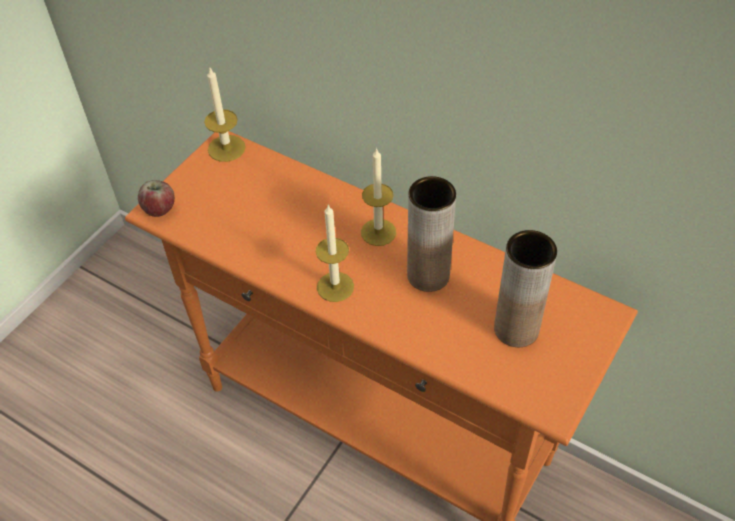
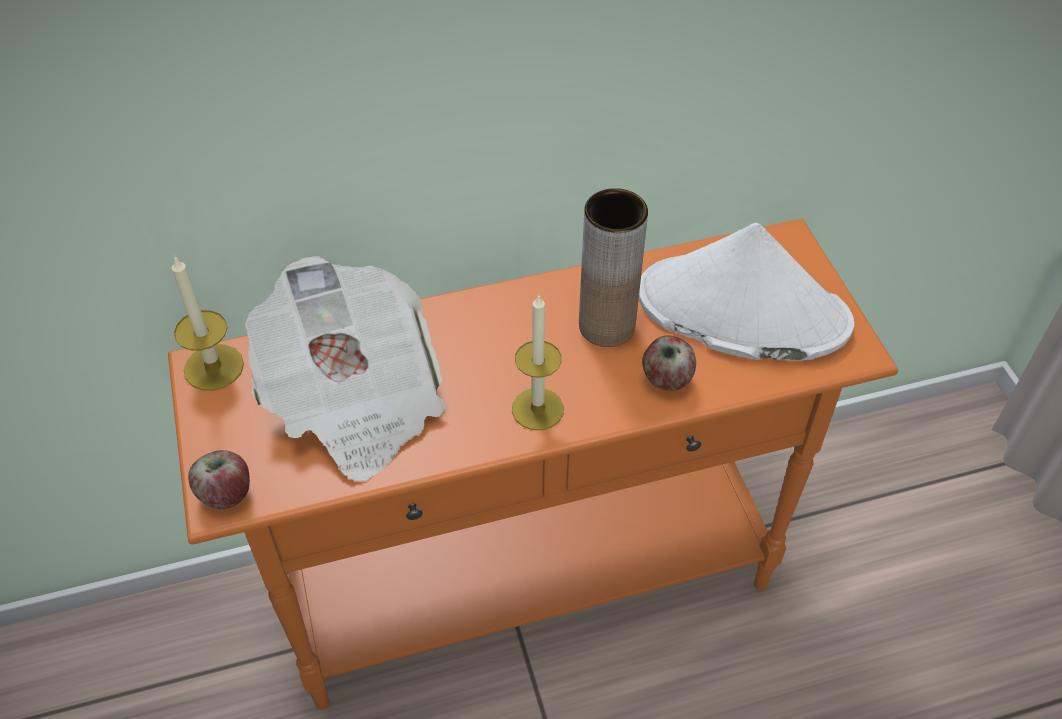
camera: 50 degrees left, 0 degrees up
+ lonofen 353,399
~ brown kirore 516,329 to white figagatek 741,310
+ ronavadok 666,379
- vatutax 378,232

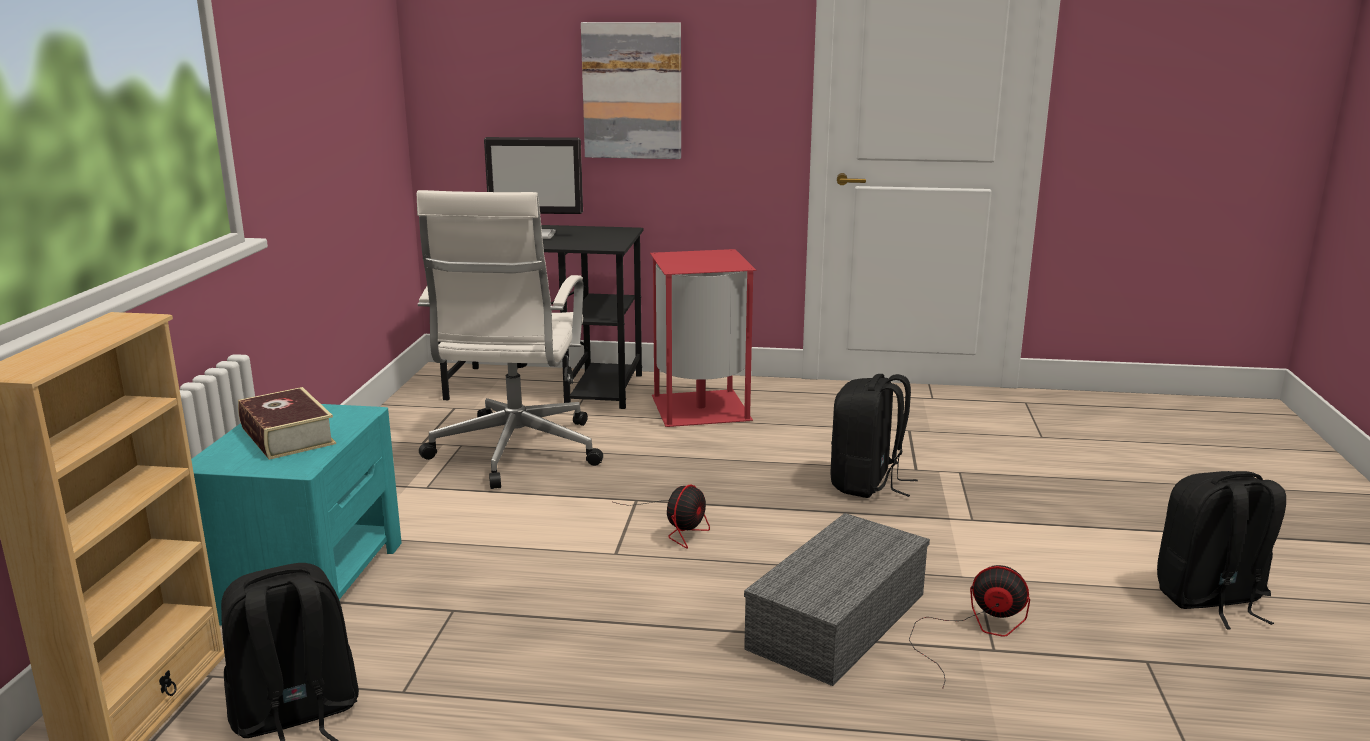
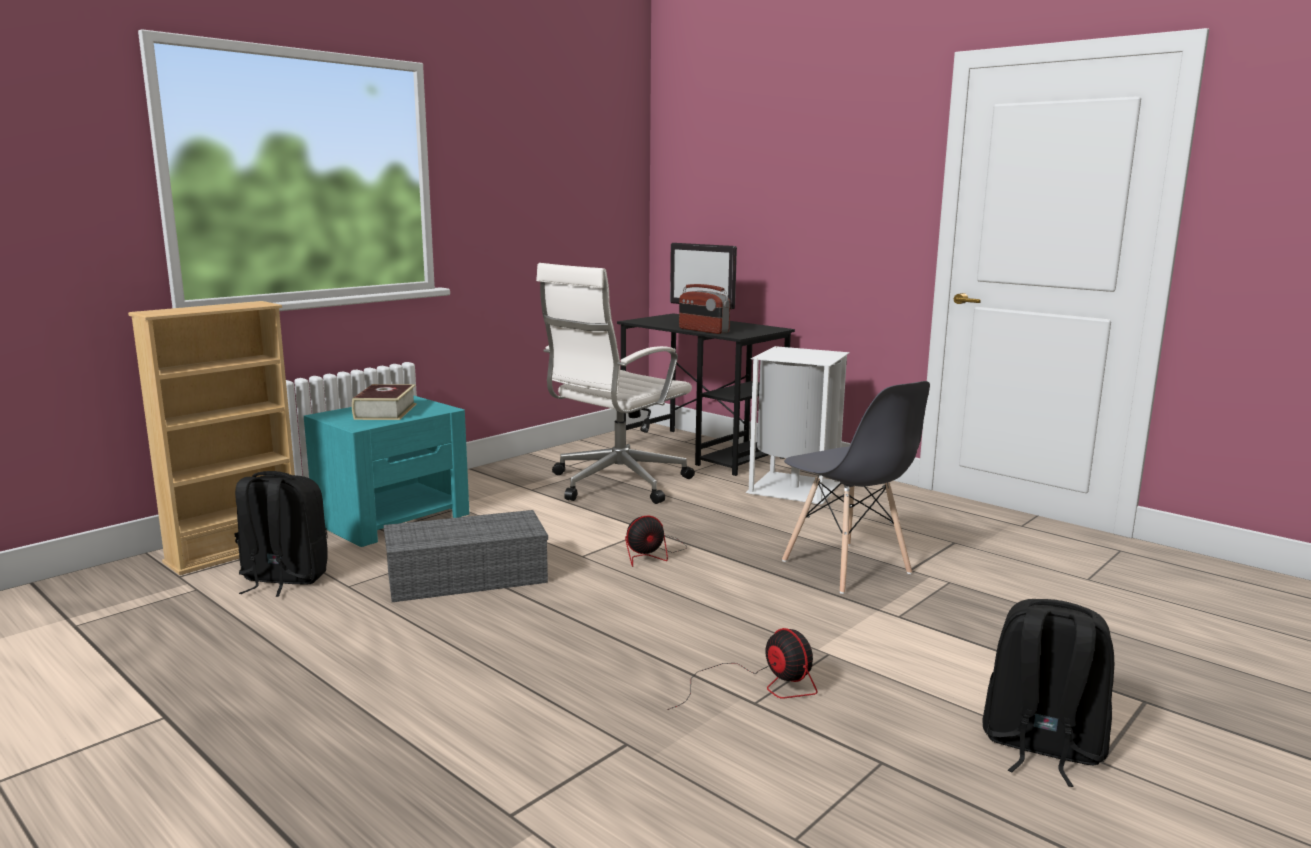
camera: 35 degrees right, 5 degrees down
~ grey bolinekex 837,619 to 469,576
+ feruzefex 703,330
~ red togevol 702,408 to white togevol 796,487
~ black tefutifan 867,484 to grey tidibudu 846,567
- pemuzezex 632,91

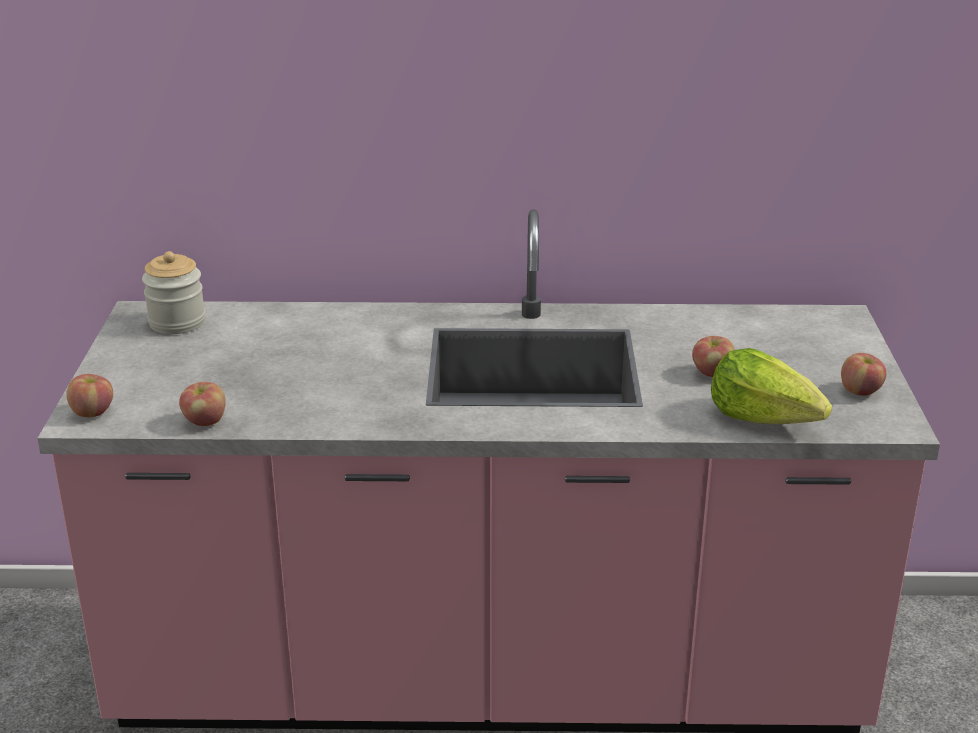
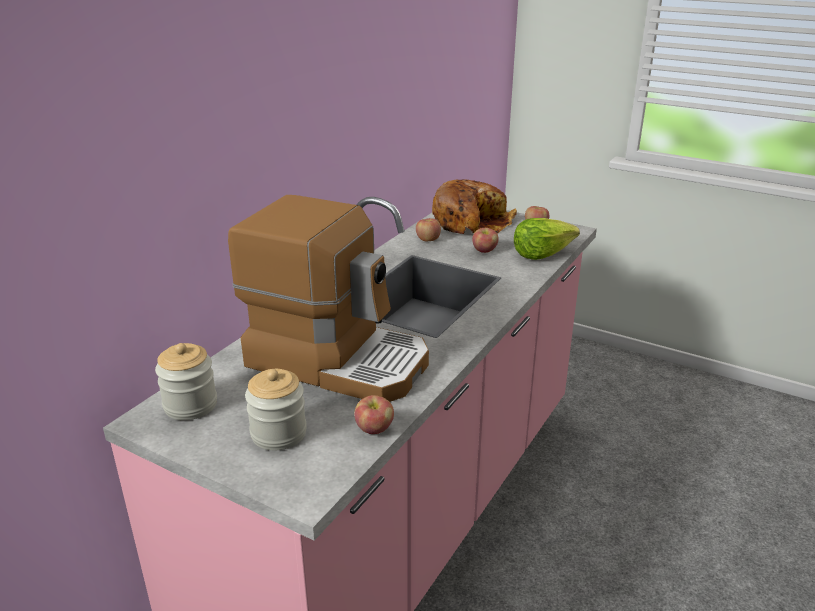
camera: 60 degrees left, 0 degrees up
+ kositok 339,359
+ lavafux 278,433
~ ronavadok 92,412 to 428,240
+ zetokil 471,221

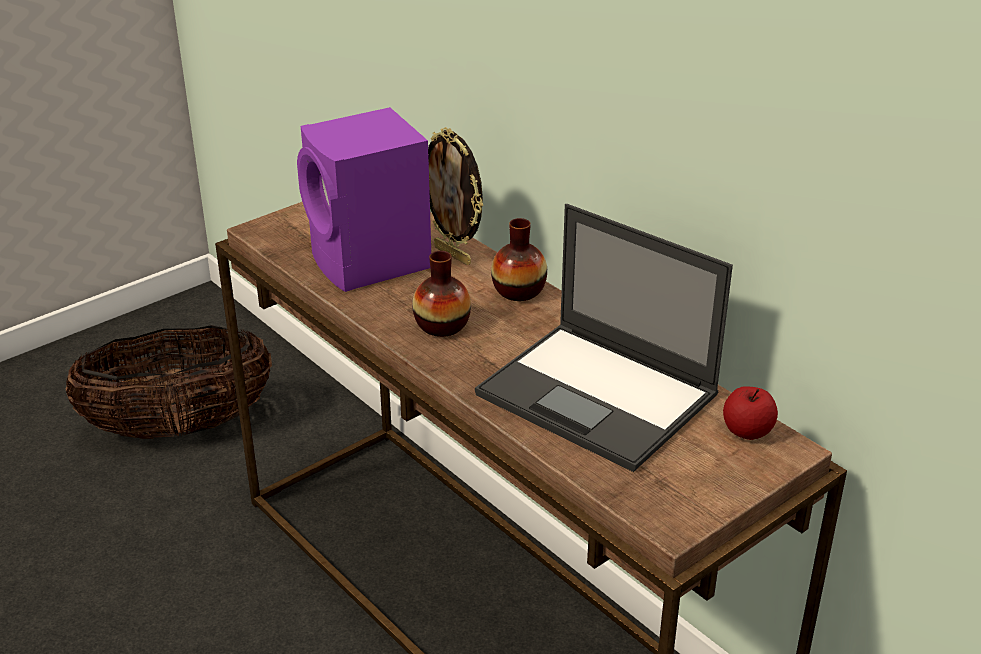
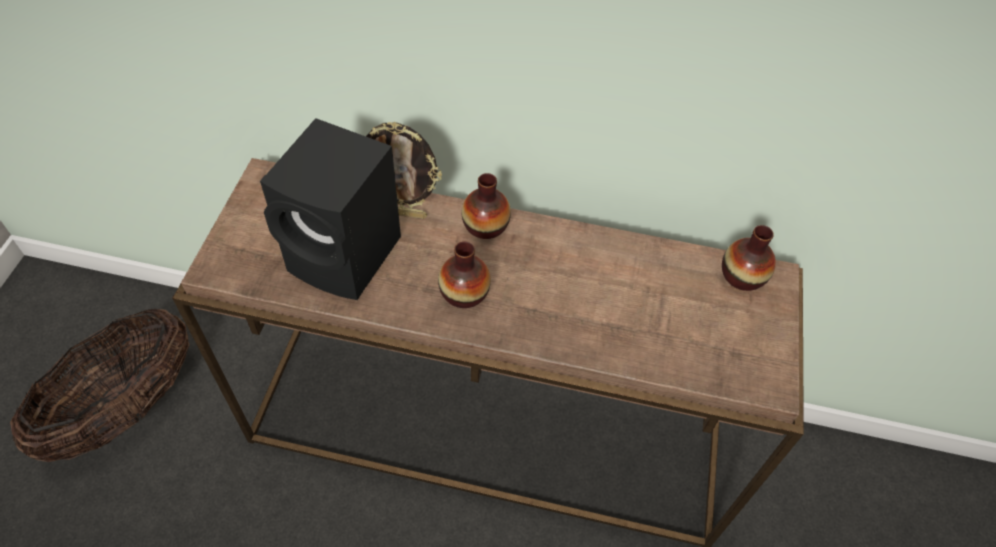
camera: 40 degrees left, 20 degrees up
~ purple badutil 371,263 to black badutil 347,257
~ ronavadok 747,432 to kirore 742,276
- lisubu 599,396

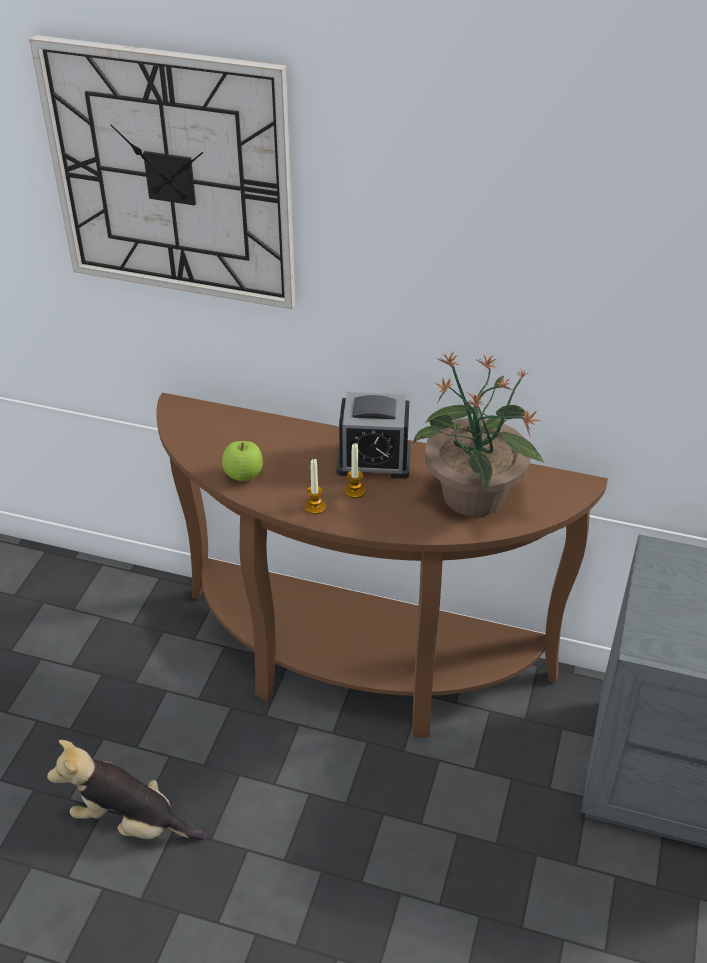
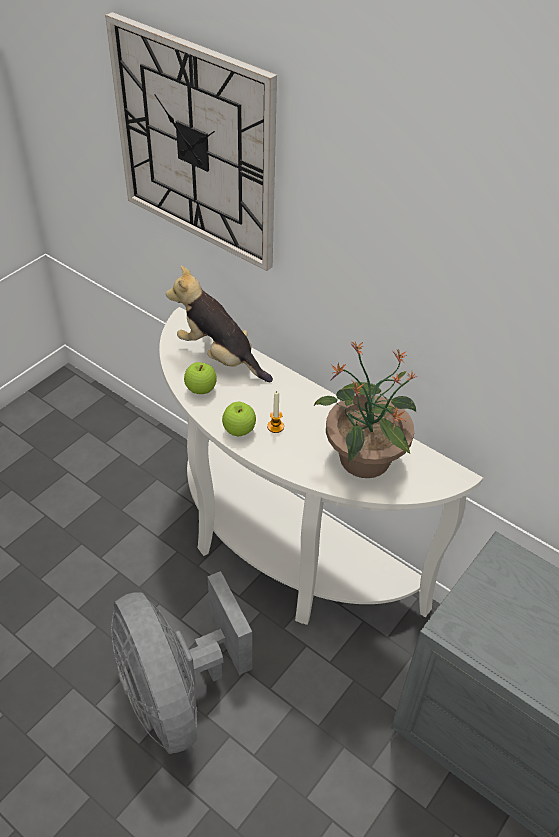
camera: 20 degrees right, 5 degrees up
+ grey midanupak 177,692
~ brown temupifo 356,668 to white temupifo 279,553
~ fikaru 131,822 to 220,356
~ vatutax 315,507 to ronavadok 239,430
- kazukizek 373,460

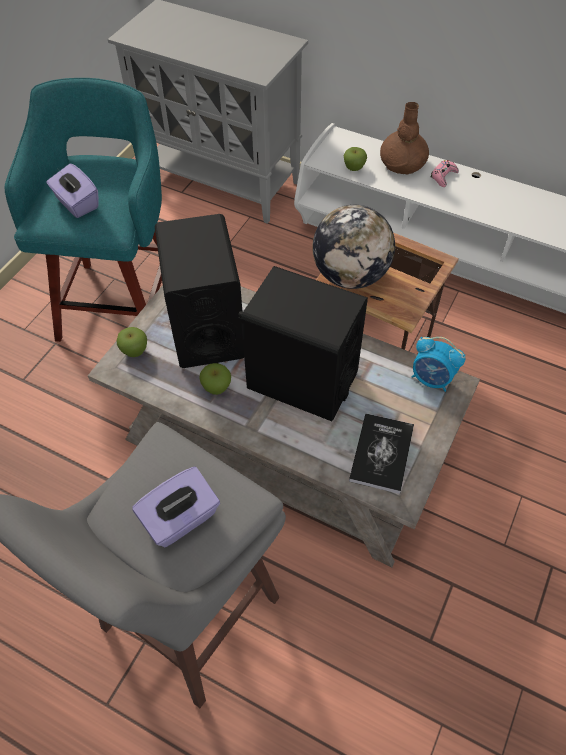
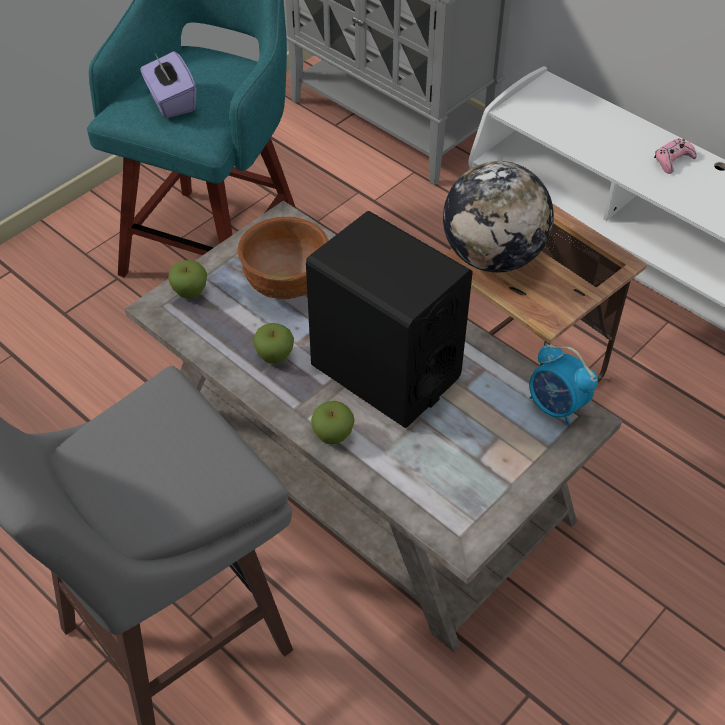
camera: 15 degrees right, 5 degrees down
~ black badutil 206,329 to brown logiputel 287,284
~ ronavadok 354,168 to 333,436
- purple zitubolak 181,519
- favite 381,453
- brown kirore 403,163

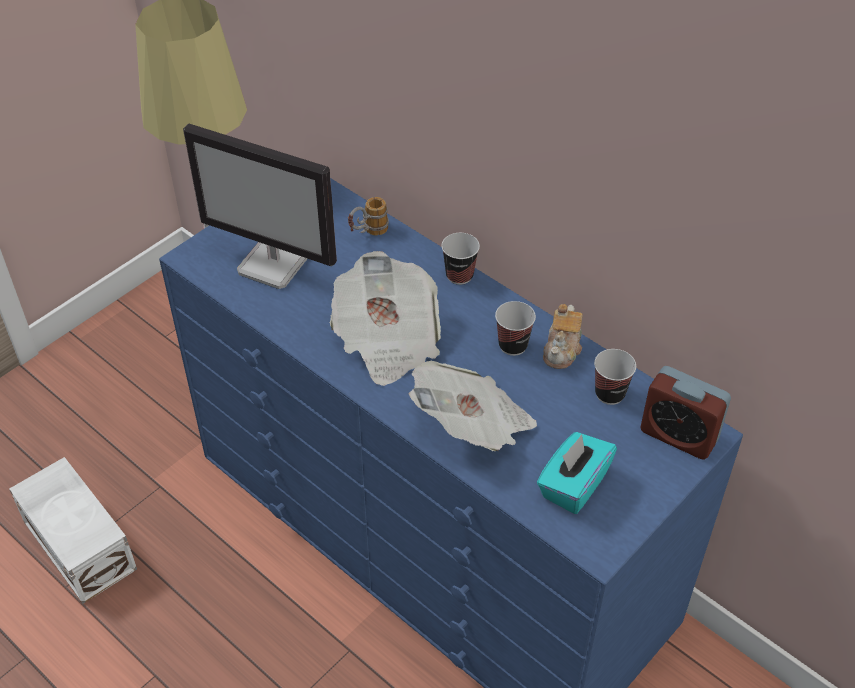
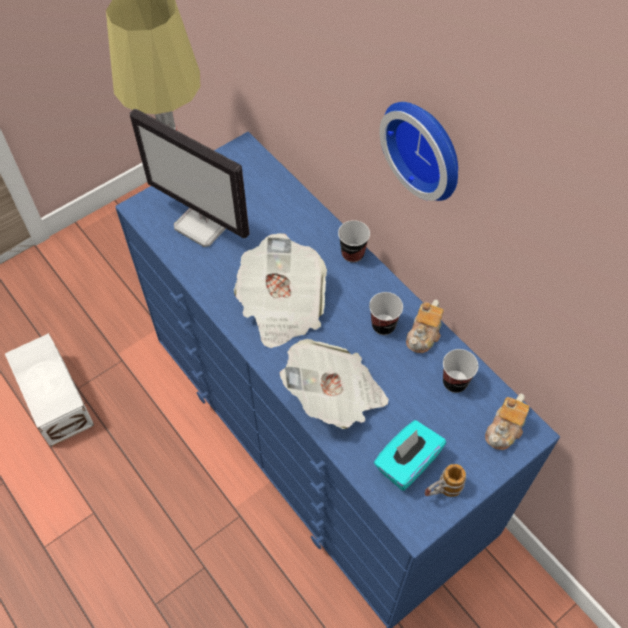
camera: 10 degrees right, 10 degrees up
+ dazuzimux 426,147
~ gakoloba 368,233 to 441,491
~ kazukizek 678,435 to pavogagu 504,430

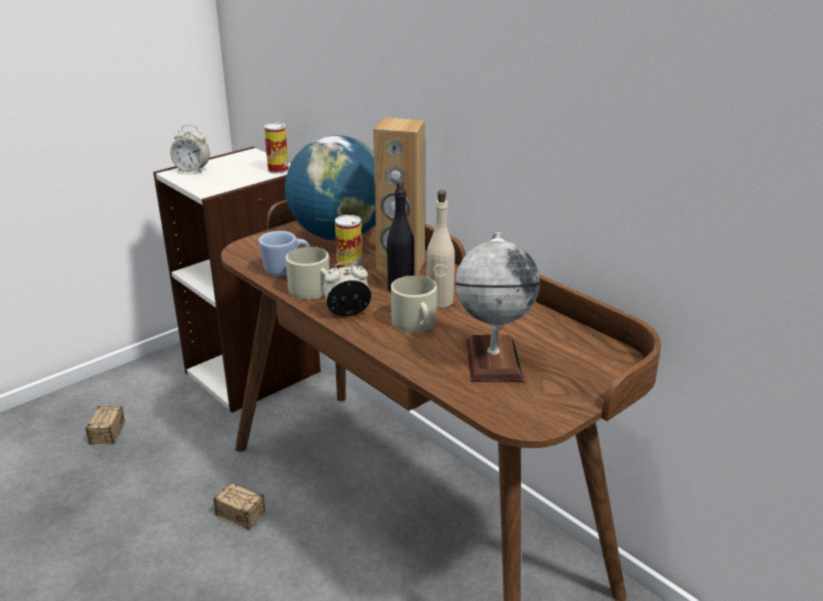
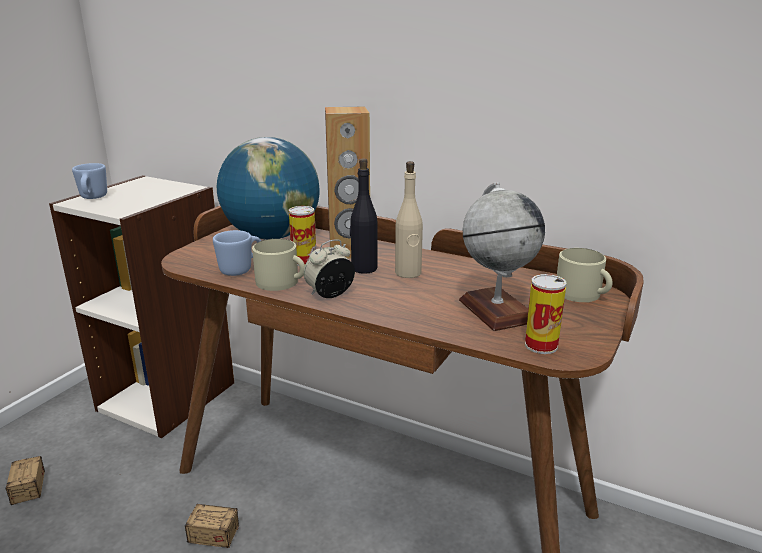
camera: 20 degrees left, 5 degrees down
~ kazukizek 192,170 to blue gakoloba 92,198
~ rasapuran 278,169 to 541,345
~ beige gakoloba 416,324 to 582,294

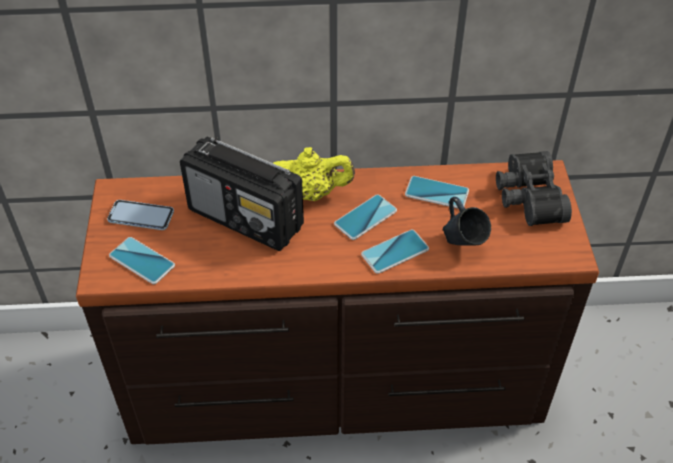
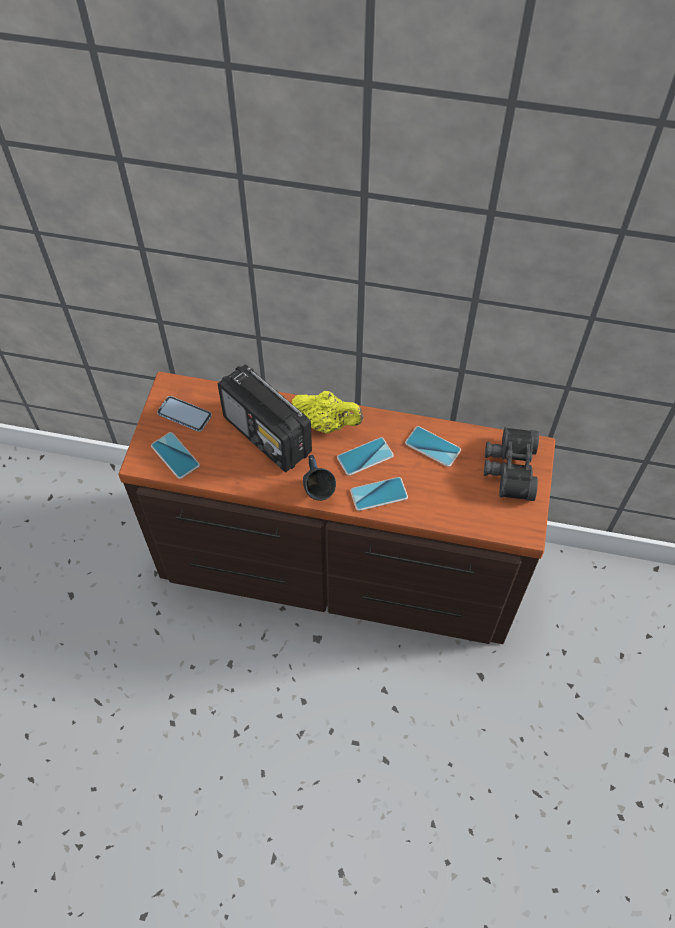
camera: 15 degrees right, 10 degrees up
~ blue gakoloba 462,244 to 317,492

